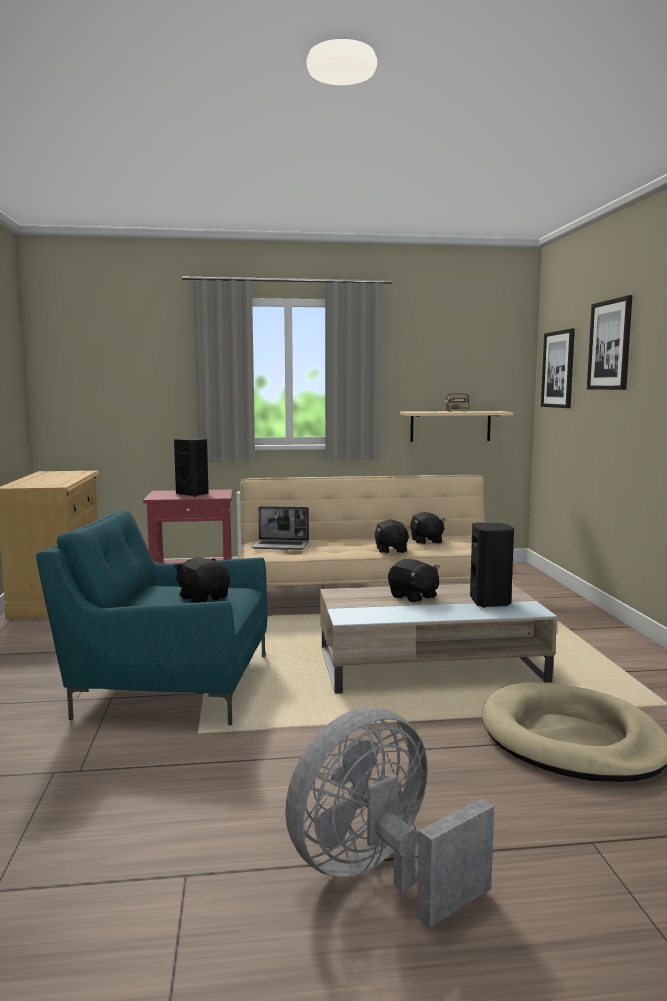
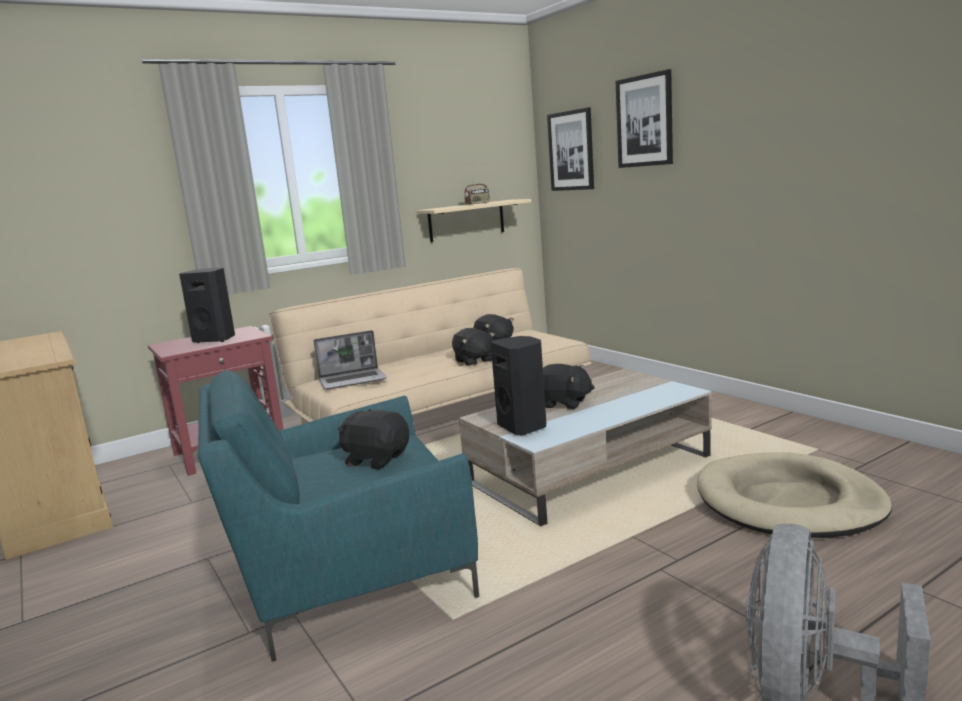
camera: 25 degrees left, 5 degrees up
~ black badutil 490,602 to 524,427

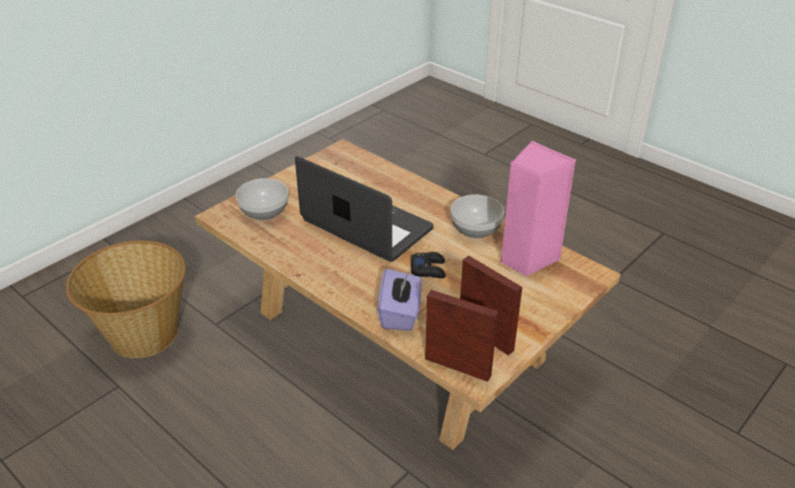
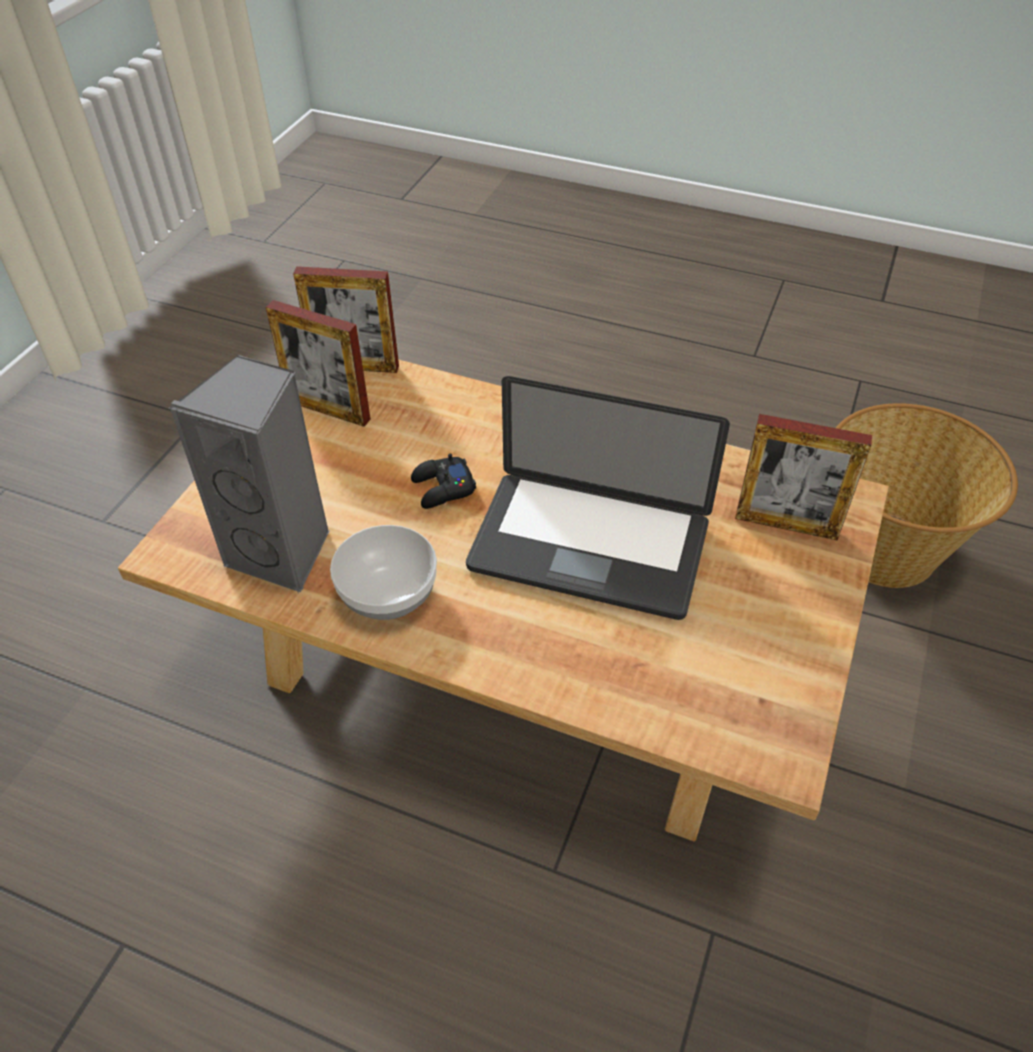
camera: 160 degrees right, 10 degrees up
~ pink badutil 526,258 to grey badutil 284,552
~ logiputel 263,212 to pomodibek 786,524
- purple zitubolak 400,314

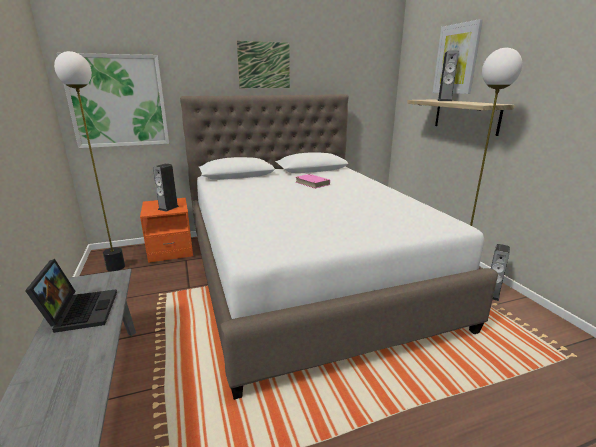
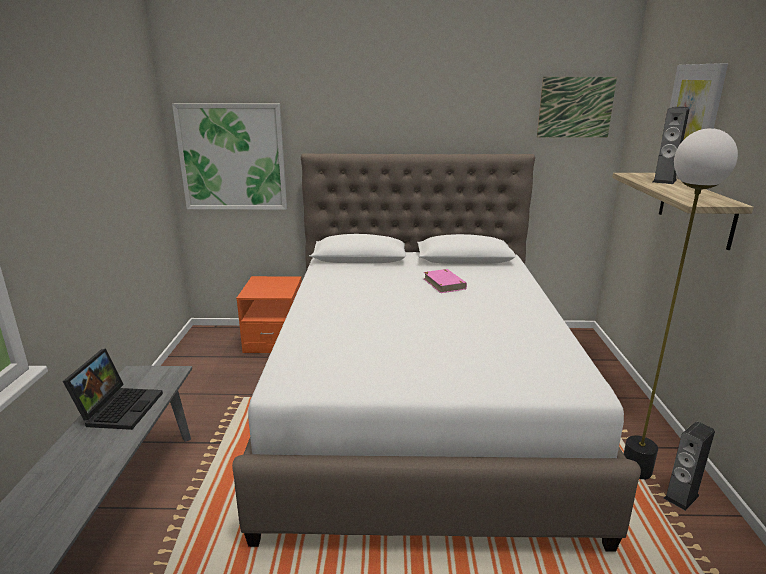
camera: 20 degrees right, 0 degrees up
~ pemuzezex 264,65 to 575,107
- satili 115,267
- badutil 168,208

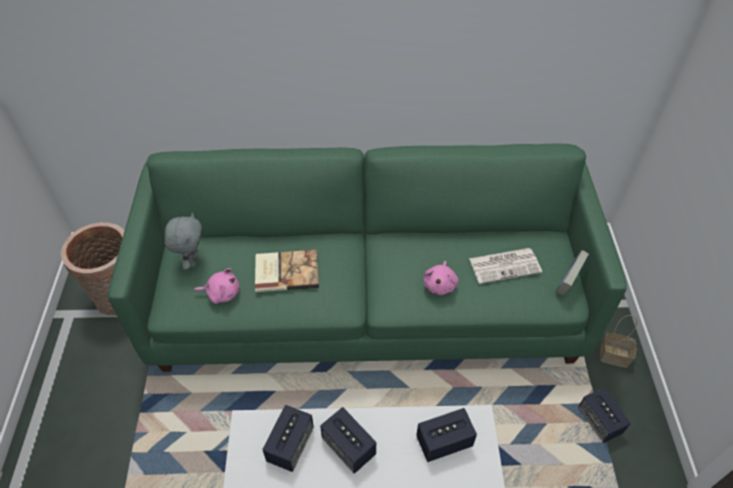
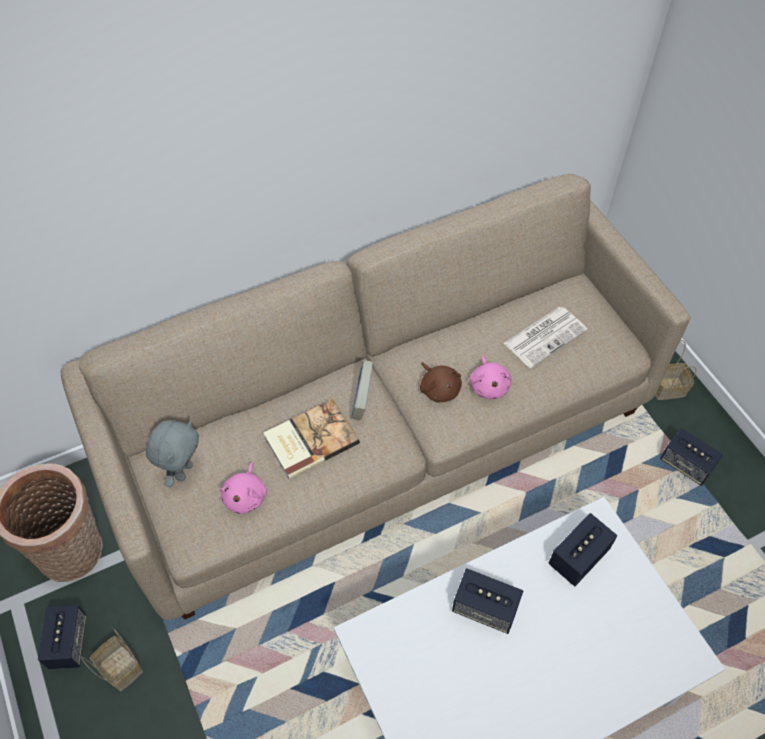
camera: 25 degrees left, 5 degrees up
~ badutil 290,445 to 68,642
~ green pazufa 367,303 to beige pazufa 382,435
+ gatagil 119,668
~ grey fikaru 192,260 = 183,471 45 degrees clockwise
~ pink fikaru 222,293 = 246,496 120 degrees clockwise
~ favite 567,283 to 362,401
+ brown fikaru 439,388

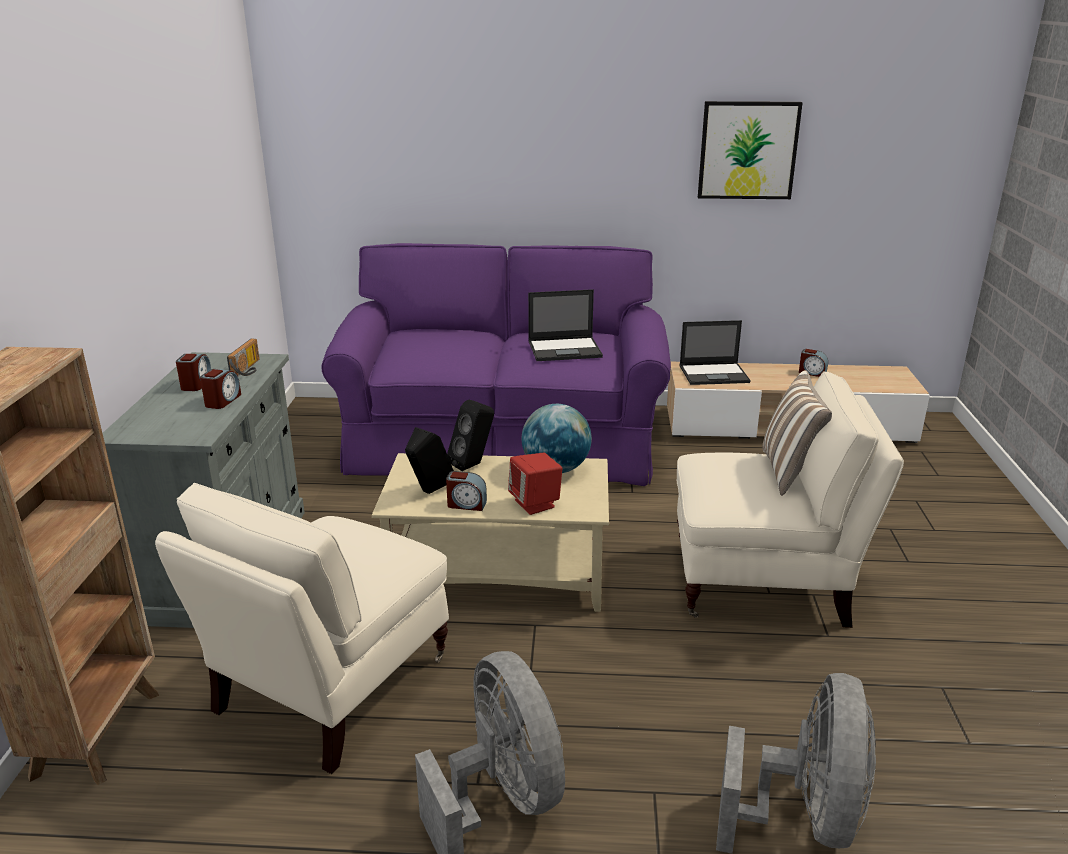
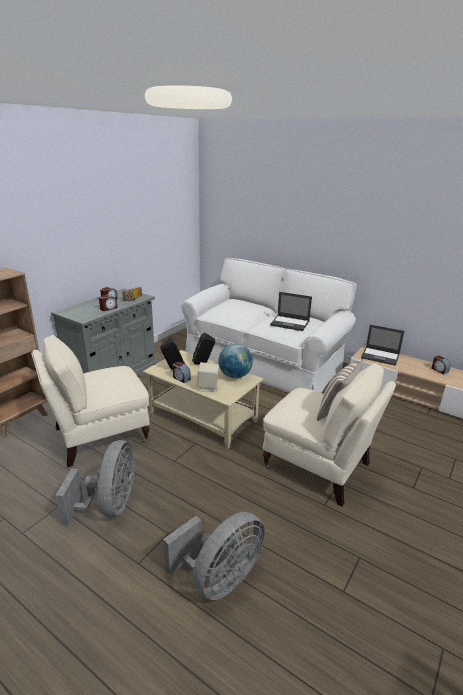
camera: 30 degrees right, 0 degrees up
~ purple pazufa 503,440 to white pazufa 264,361
~ red badutil 535,504 to beige badutil 208,387
- pemuzezex 748,150

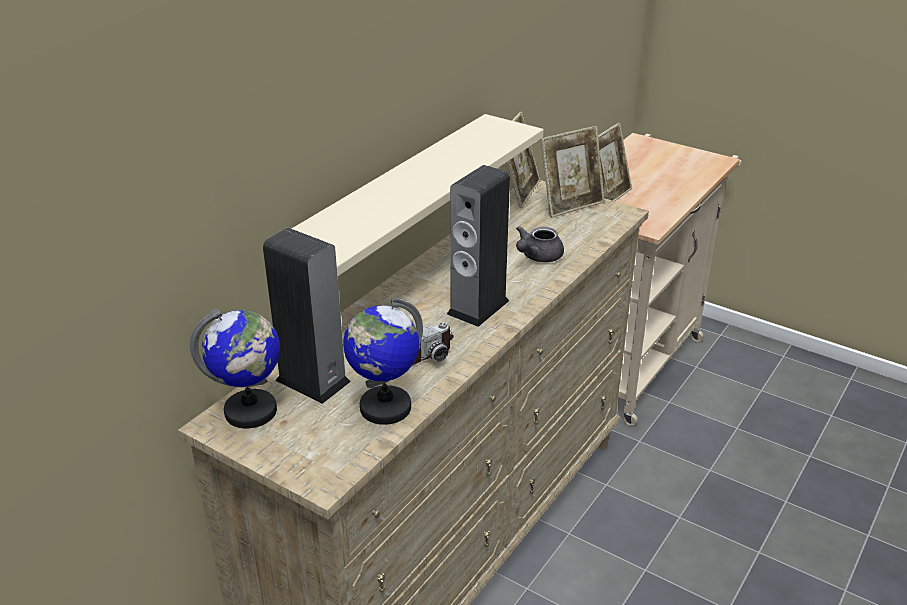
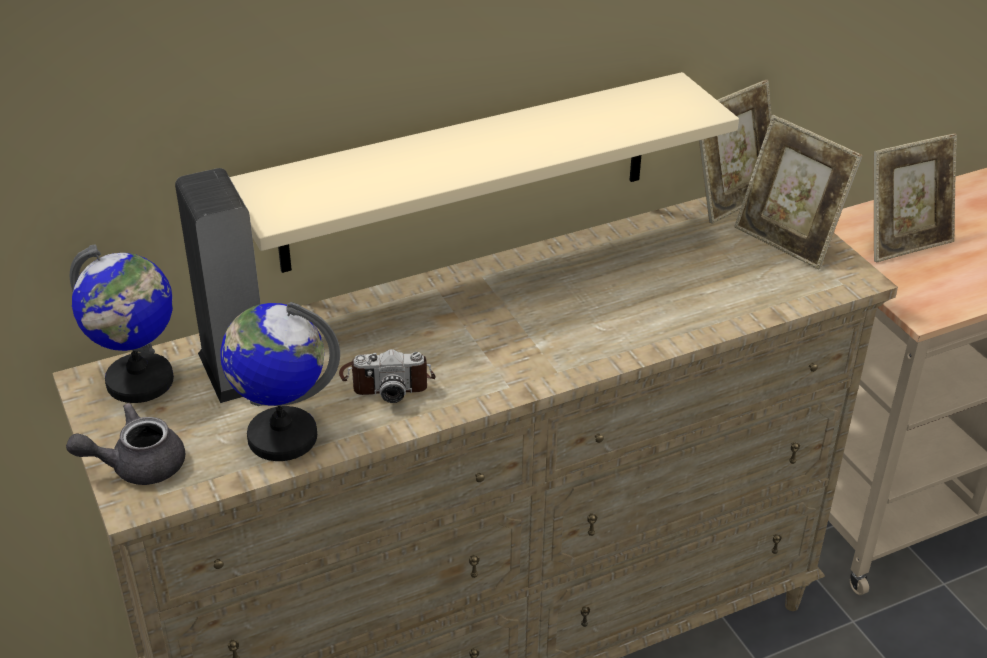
camera: 30 degrees right, 5 degrees up
~ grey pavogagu 537,257 to 137,465
~ pomodibek 571,205 = 787,241 45 degrees clockwise
- badutil 478,307

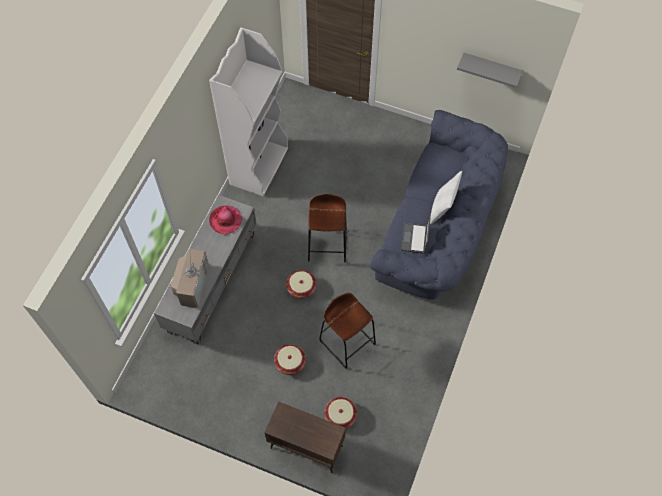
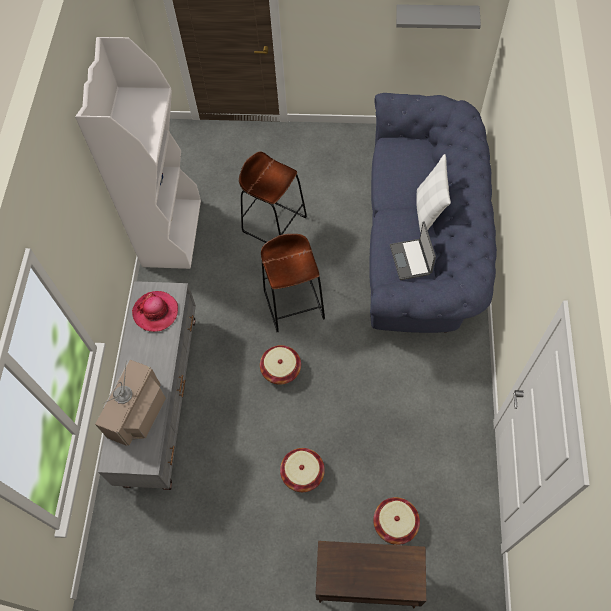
camera: 15 degrees left, 0 degrees up
~ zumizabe 192,283 = 138,412 150 degrees counterclockwise
~ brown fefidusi 347,342 to 274,224

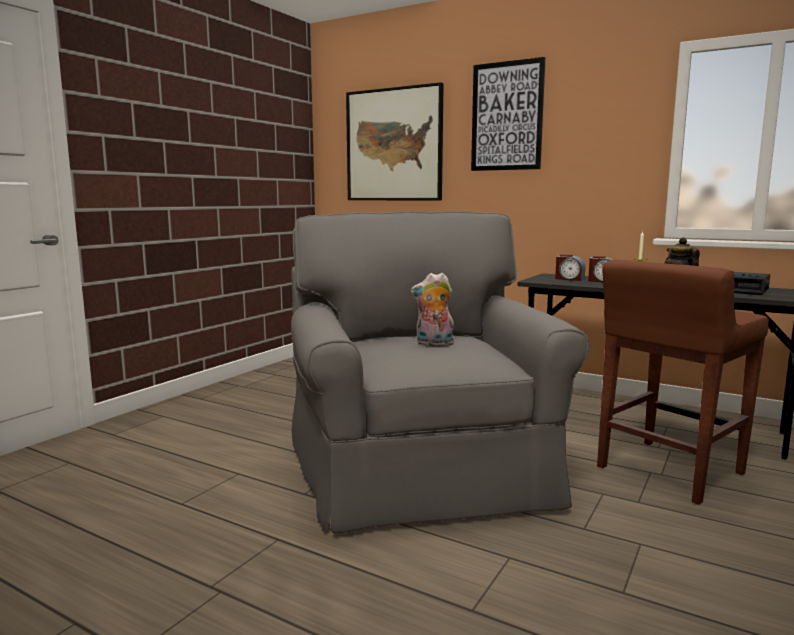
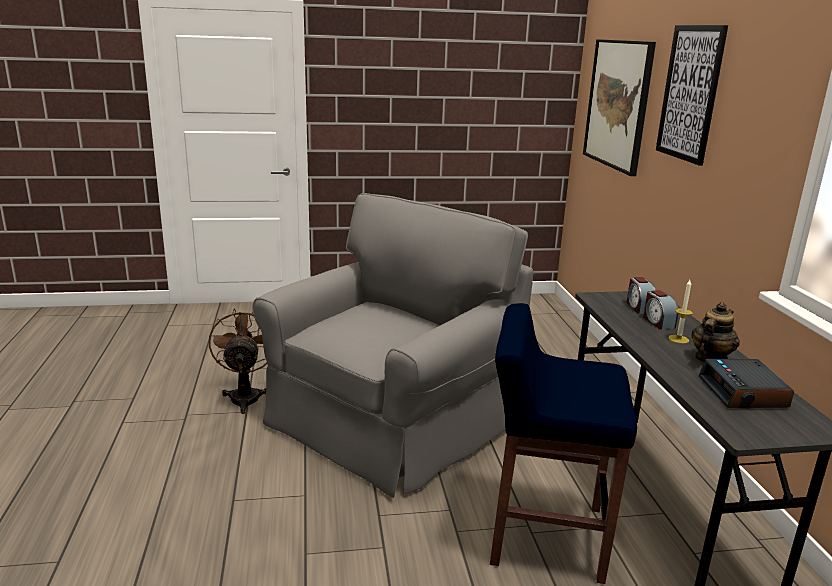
camera: 50 degrees right, 10 degrees up
+ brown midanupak 245,395
~ brown fefidusi 668,471 to blue fefidusi 544,535
- fikaru 433,344

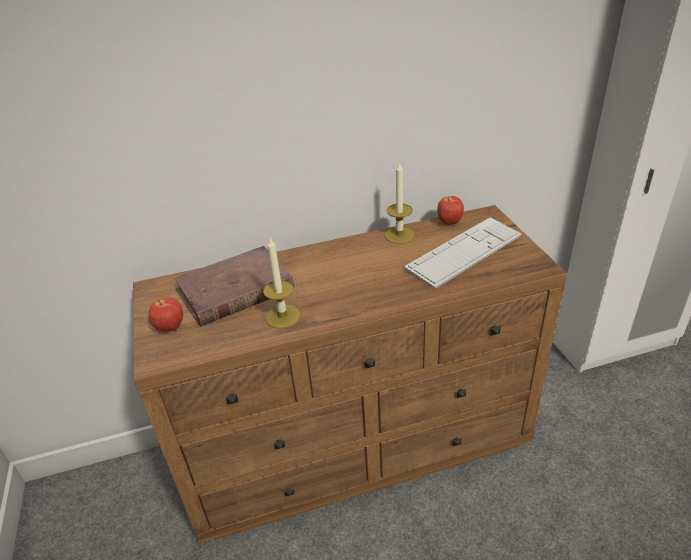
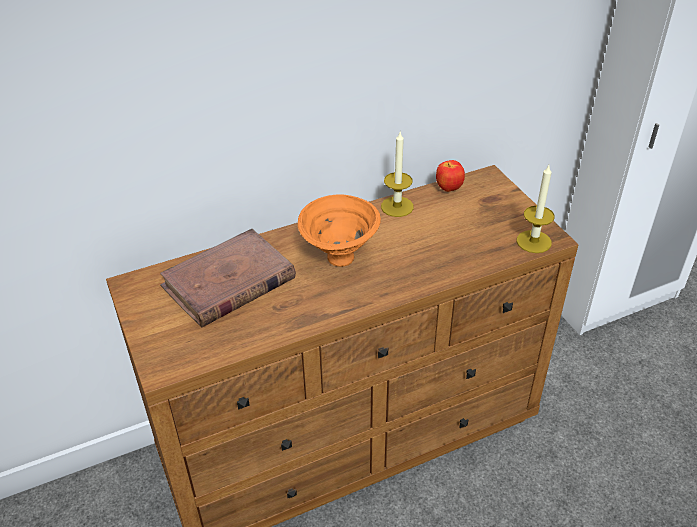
camera: 10 degrees left, 5 degrees up
+ orange logiputel 340,259
~ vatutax 282,316 to 533,241
- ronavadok 170,328
- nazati 464,252

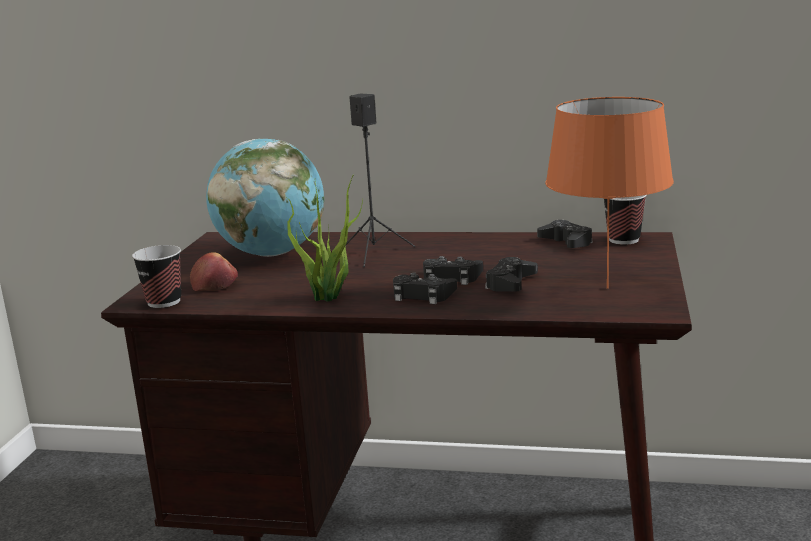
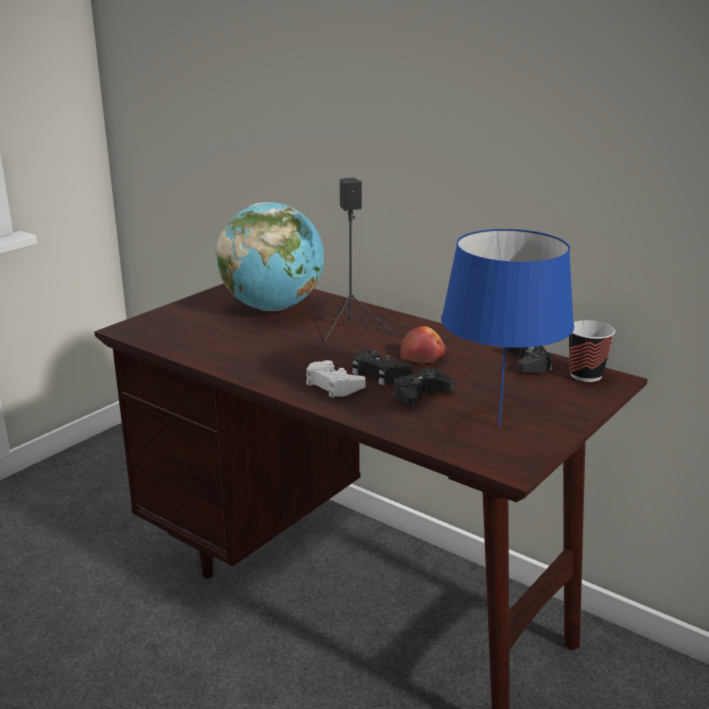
camera: 25 degrees right, 5 degrees up
~ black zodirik 422,295 to white zodirik 333,385
~ ronavadok 215,284 to 423,356
~ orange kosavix 608,287 to blue kosavix 500,426
- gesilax 164,302
- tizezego 330,297

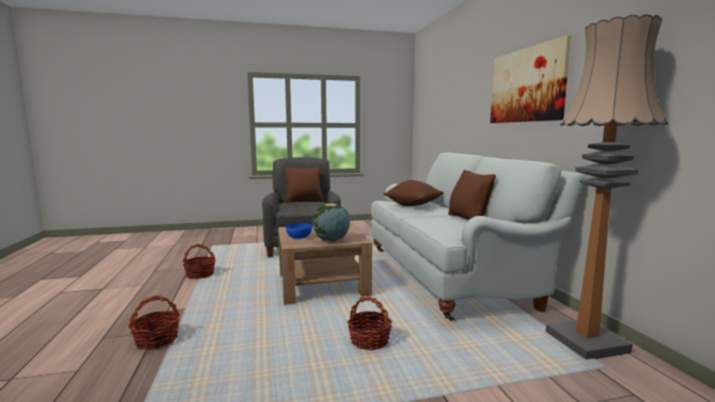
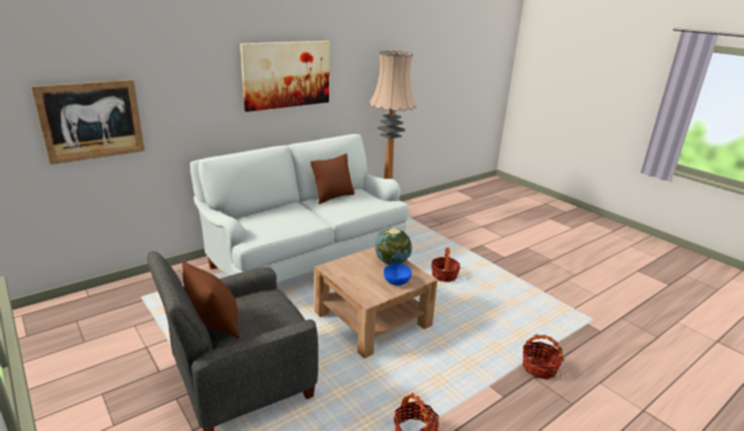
camera: 115 degrees left, 15 degrees up
+ pemuzezex 92,120
- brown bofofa 413,205

